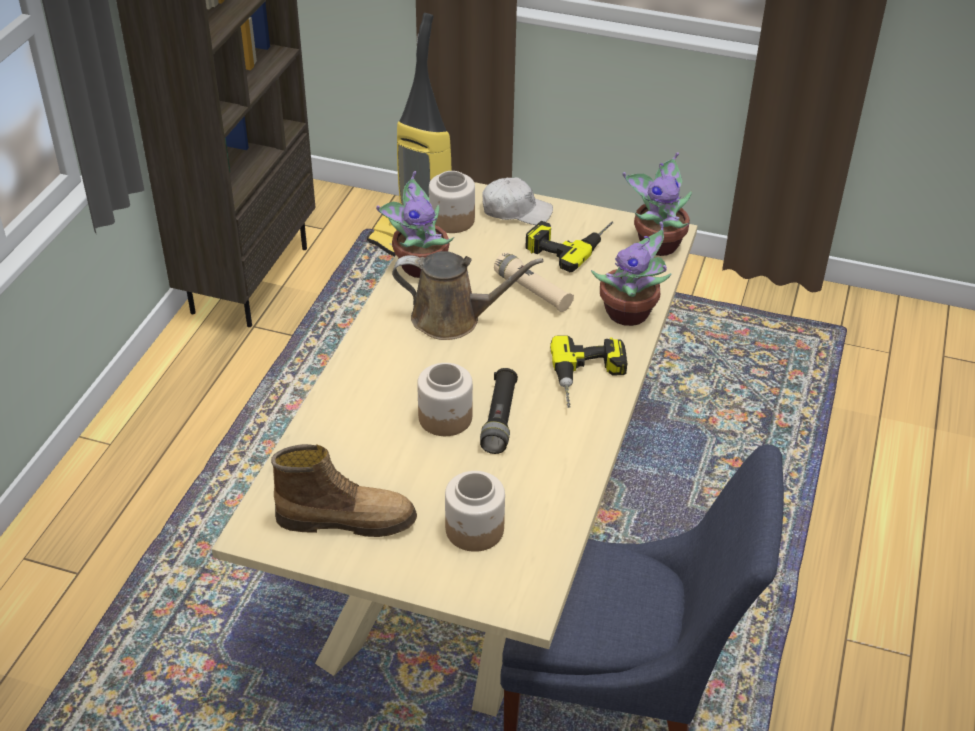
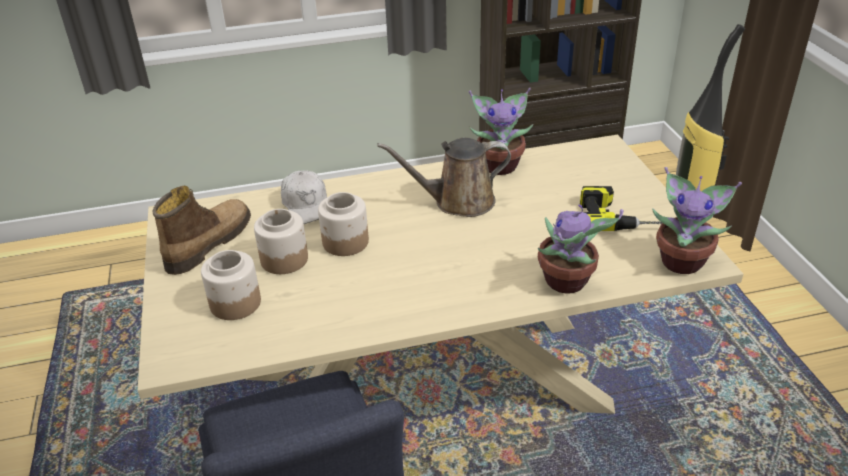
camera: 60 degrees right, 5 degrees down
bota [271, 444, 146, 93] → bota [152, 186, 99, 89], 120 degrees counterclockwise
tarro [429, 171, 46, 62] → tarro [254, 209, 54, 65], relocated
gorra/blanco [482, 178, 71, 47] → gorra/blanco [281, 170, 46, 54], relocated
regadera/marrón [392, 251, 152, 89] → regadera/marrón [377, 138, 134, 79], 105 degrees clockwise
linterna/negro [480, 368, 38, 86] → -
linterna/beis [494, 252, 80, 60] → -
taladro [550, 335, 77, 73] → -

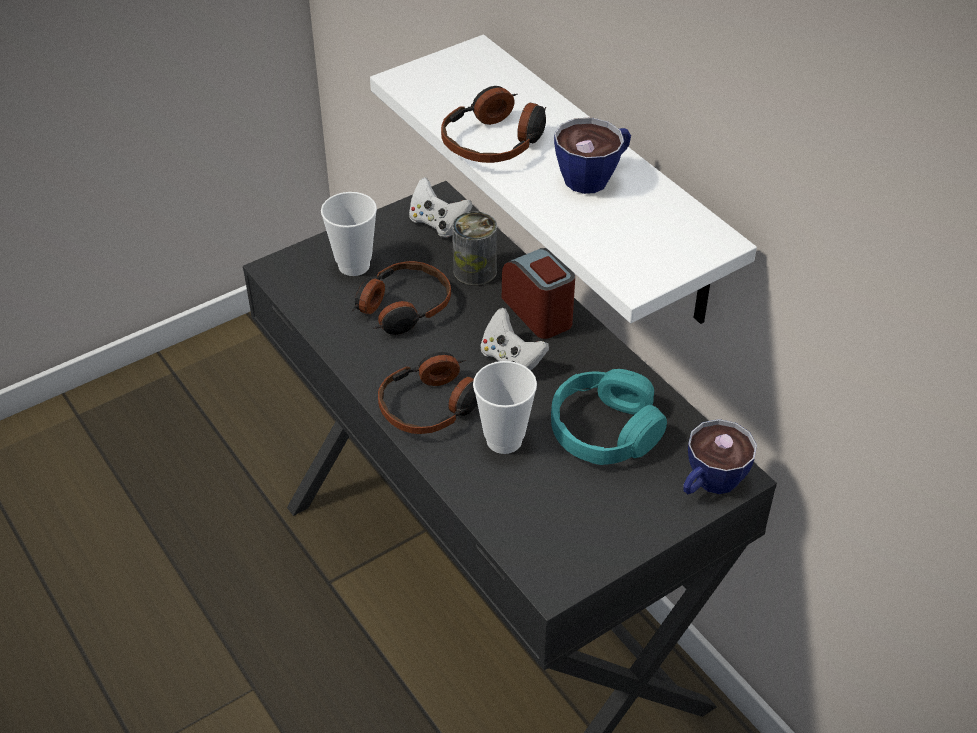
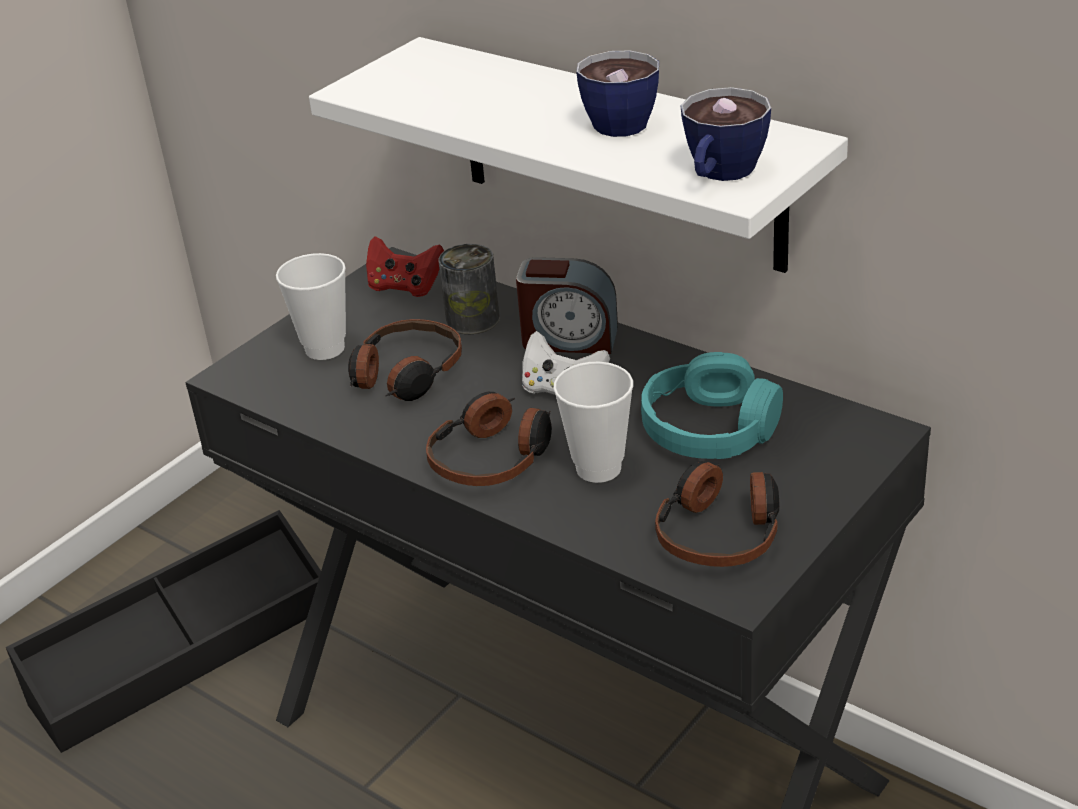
camera: 15 degrees left, 10 degrees down
- → caja de almacenaje/negro [6, 510, 315, 243]
mando de consola/blanco [409, 177, 64, 61] → mando de consola/rojo [366, 236, 78, 61]
despertador [502, 248, 73, 91] → despertador [516, 257, 102, 97], 150 degrees clockwise
auriculares [441, 86, 105, 77] → auriculares [655, 461, 124, 106], relocated
taza [684, 419, 73, 75] → taza [680, 87, 91, 94], relocated

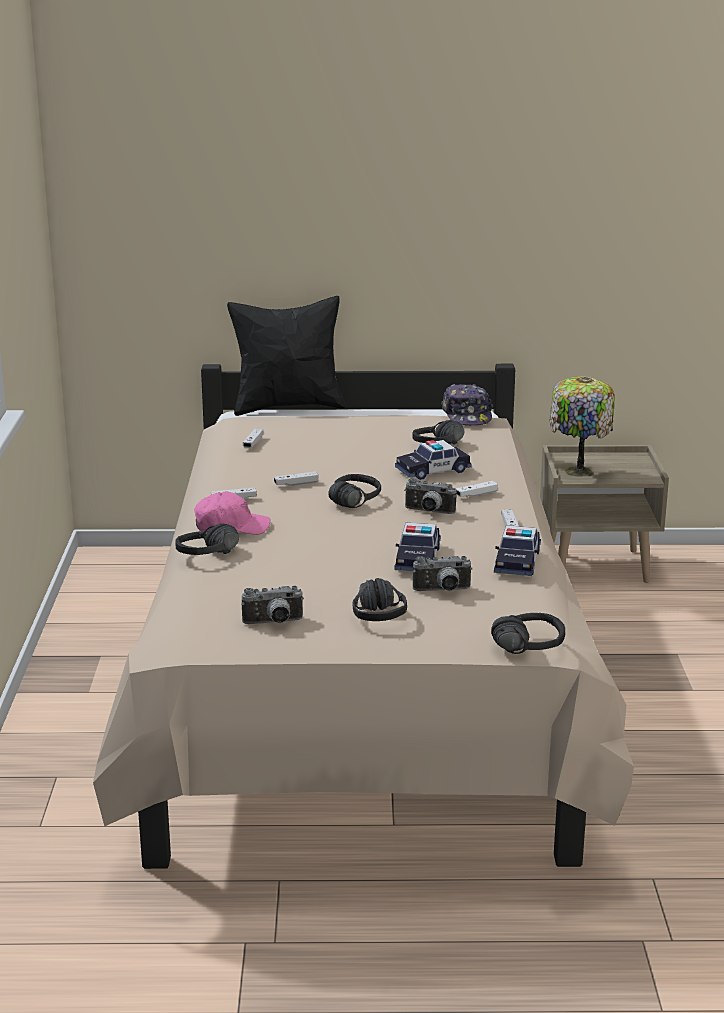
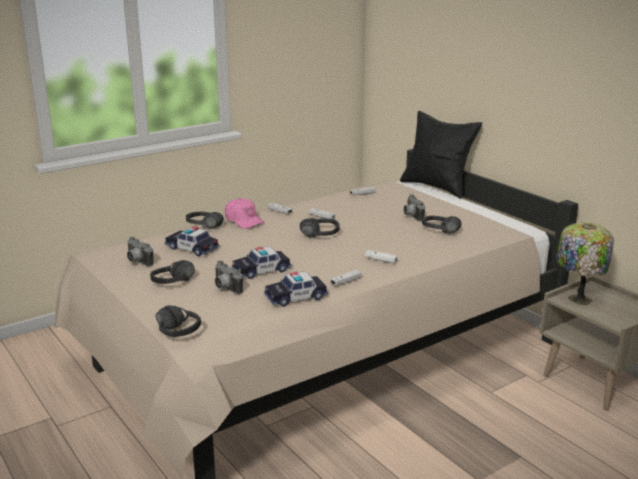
camera: 55 degrees right, 0 degrees up
coche de juguete [395, 440, 77, 40] → coche de juguete [165, 227, 54, 29], relocated
cámara [404, 478, 53, 36] → cámara [404, 194, 21, 28], relocated
gorra [442, 384, 51, 41] → -

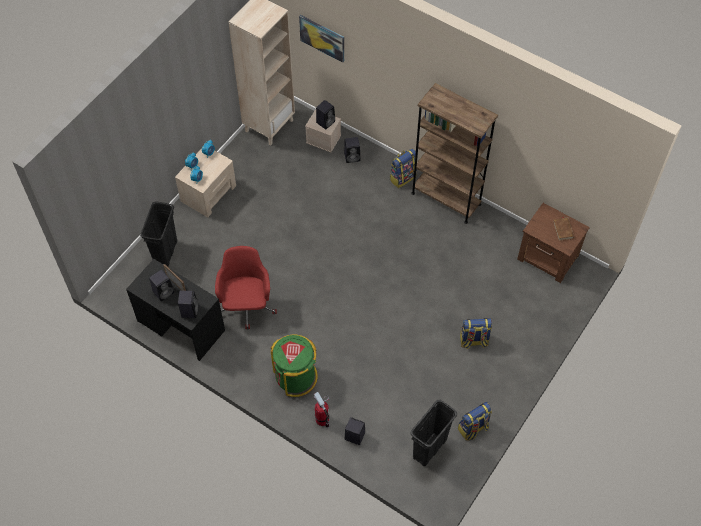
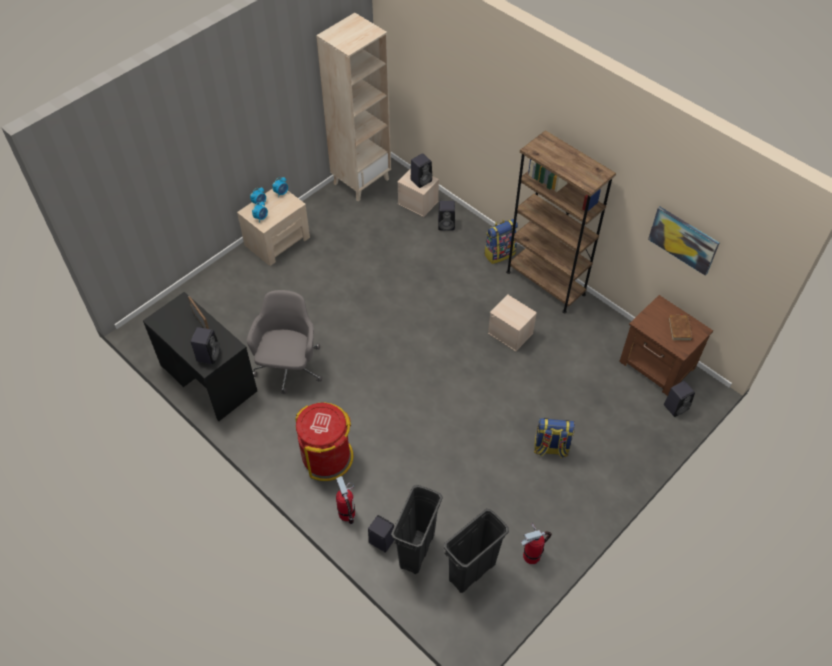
camera: 10 degrees right, 5 degrees down
silla de oficina/rojo [215, 246, 62, 83] → silla de oficina/gris [247, 290, 75, 104]
papelera/verde [271, 335, 47, 62] → papelera/rojo [296, 403, 57, 78]
papelera/negro [140, 201, 37, 66] → papelera/negro [391, 485, 52, 89], relocated
- → caja de almacenaje/beis [488, 295, 49, 57]
mochila [458, 402, 34, 39] → extintor [521, 523, 31, 41]
cuadro [299, 15, 45, 48] → cuadro [648, 206, 71, 70], relocated
altavoz/negro [149, 270, 25, 31] → altavoz/negro [664, 381, 31, 36], relocated

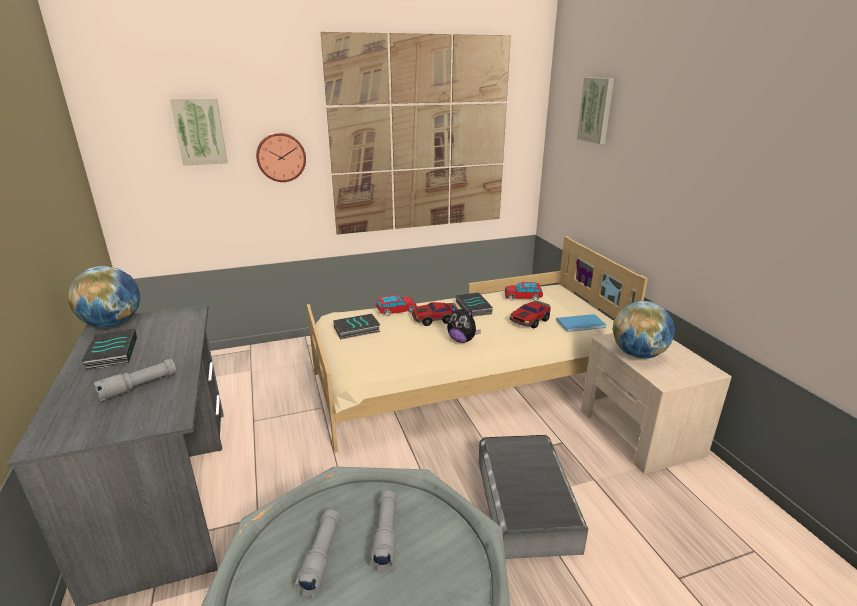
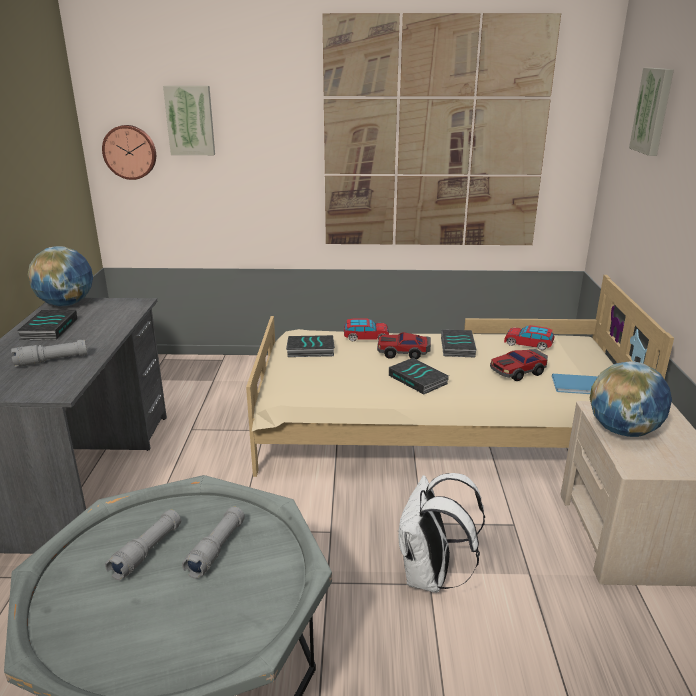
camera: 20 degrees right, 0 degrees up
reloj de pared [256, 132, 50, 50] → reloj de pared [102, 125, 54, 55], relocated
peluche [447, 306, 34, 37] → libro [389, 358, 60, 36]
caja de almacenaje/gris [478, 435, 110, 124] → mochila/blanco [397, 473, 88, 120]

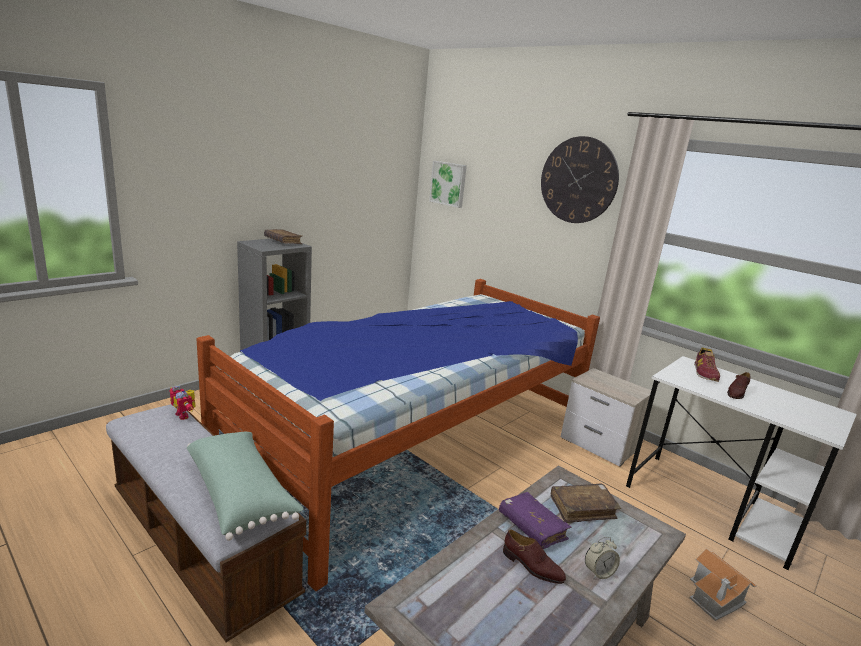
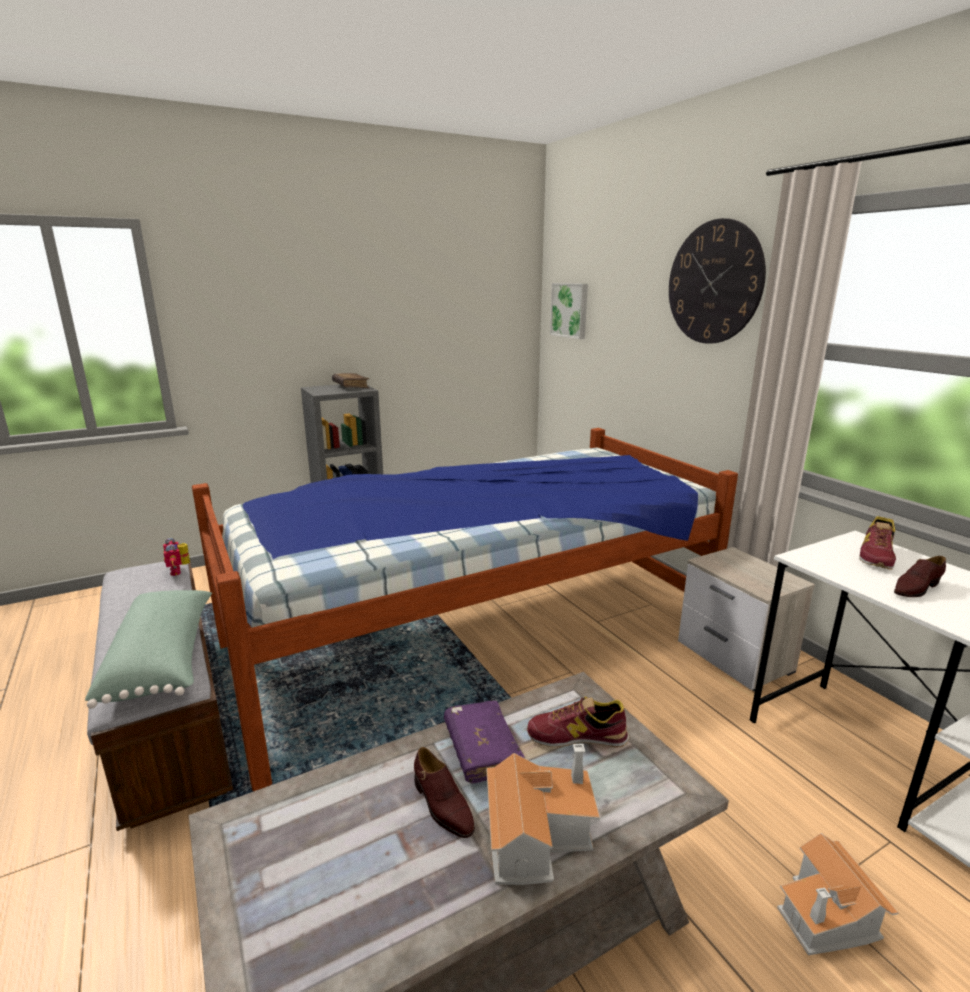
camera: 20 degrees right, 0 degrees up
despertador [585, 537, 35, 42] → casita [486, 744, 114, 141]
libro/marrón [550, 484, 71, 39] → zapato [527, 696, 102, 51]

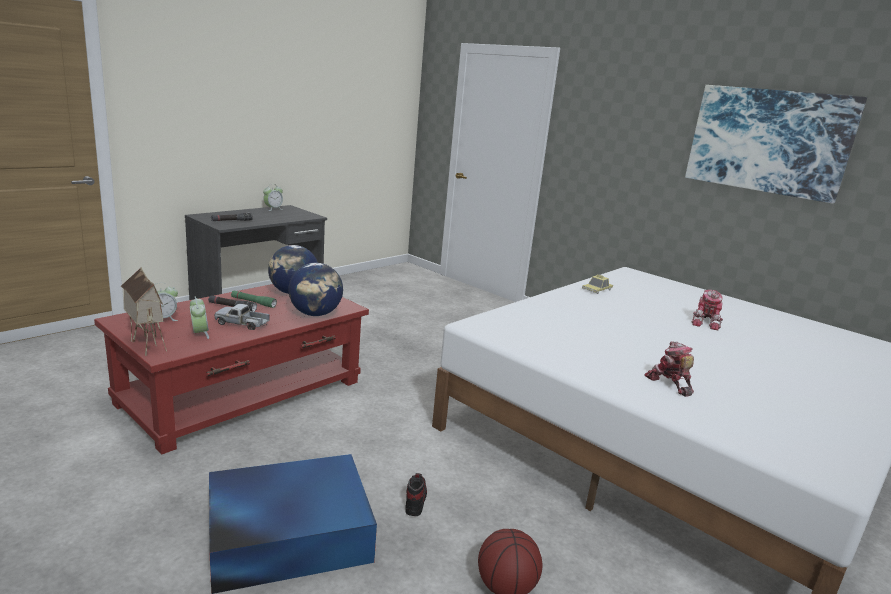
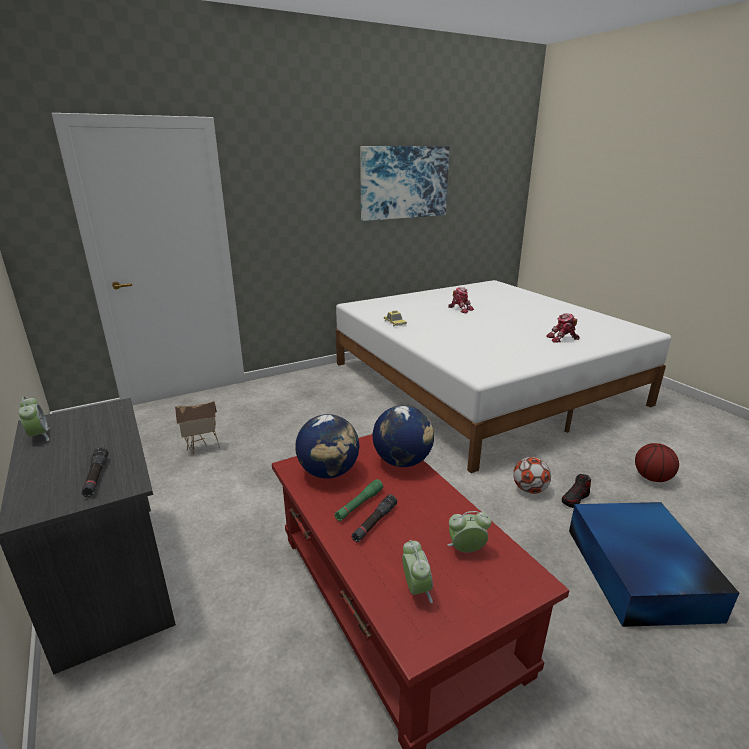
camera: 70 degrees left, 5 degrees up
casita [121, 267, 46, 89] → casita [175, 401, 45, 53], relocated
- → balón de fútbol [513, 457, 38, 37]
zapato [405, 473, 22, 43] → zapato [562, 474, 29, 34], 60 degrees counterclockwise
camión de juguete [214, 304, 56, 26] → -

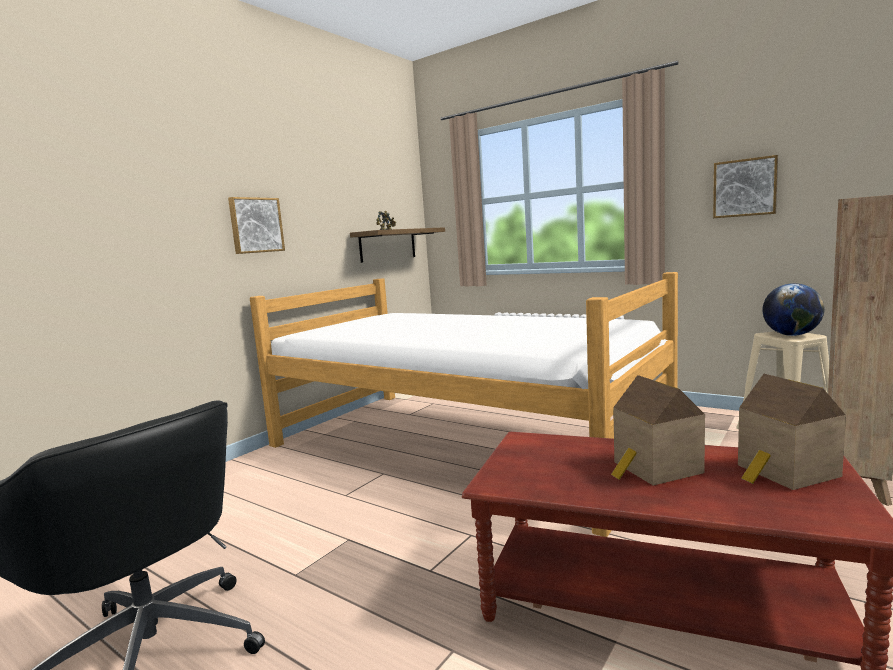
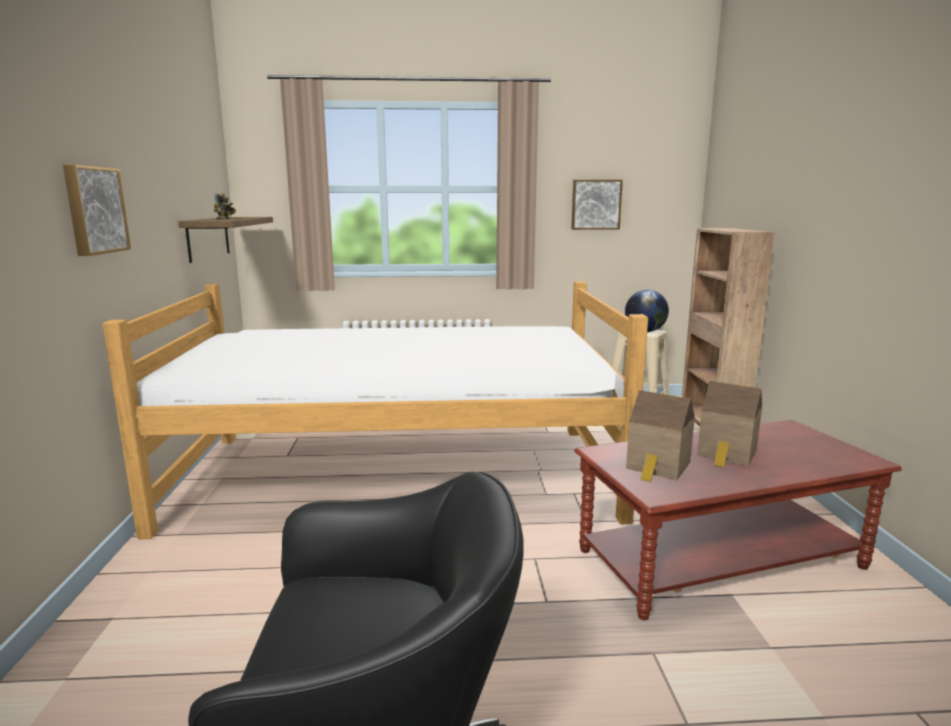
camera: 40 degrees left, 5 degrees up
casita [738, 374, 108, 116] → casita [626, 390, 69, 92], relocated

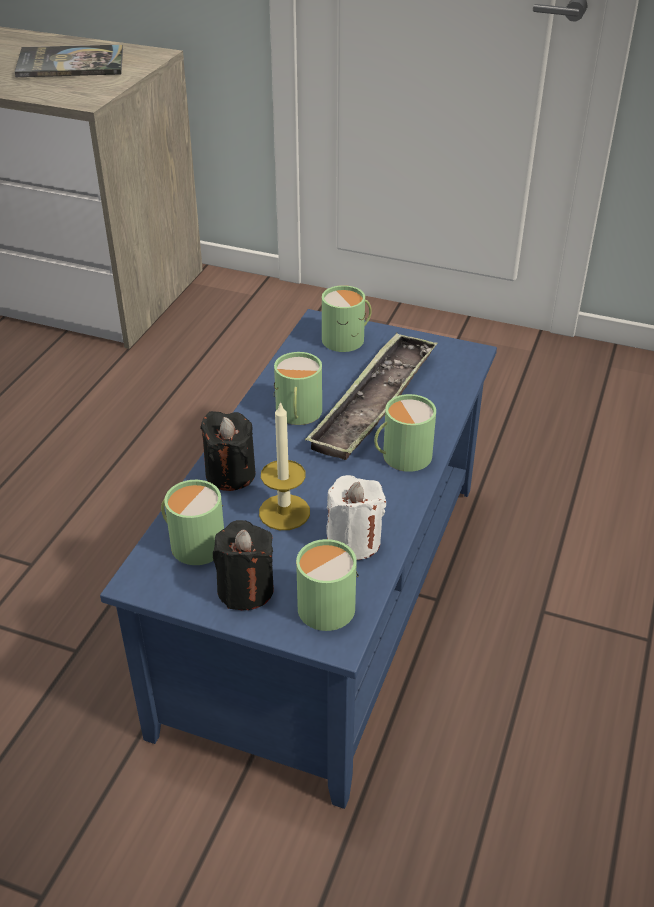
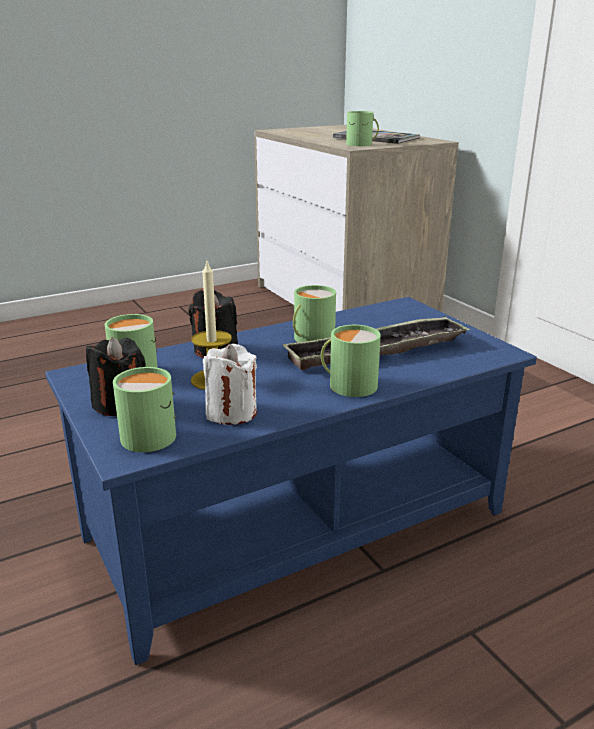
camera: 40 degrees right, 15 degrees down
taza grande/verde [322, 285, 50, 67] → taza grande/verde [346, 111, 33, 35], relocated

